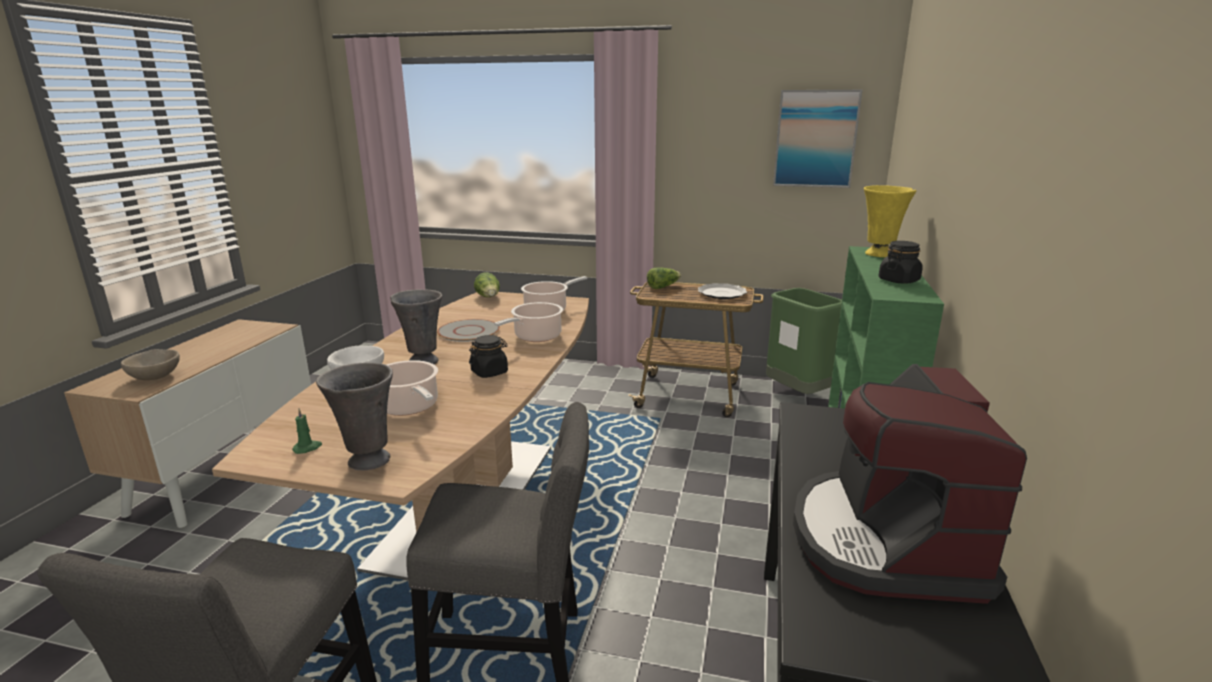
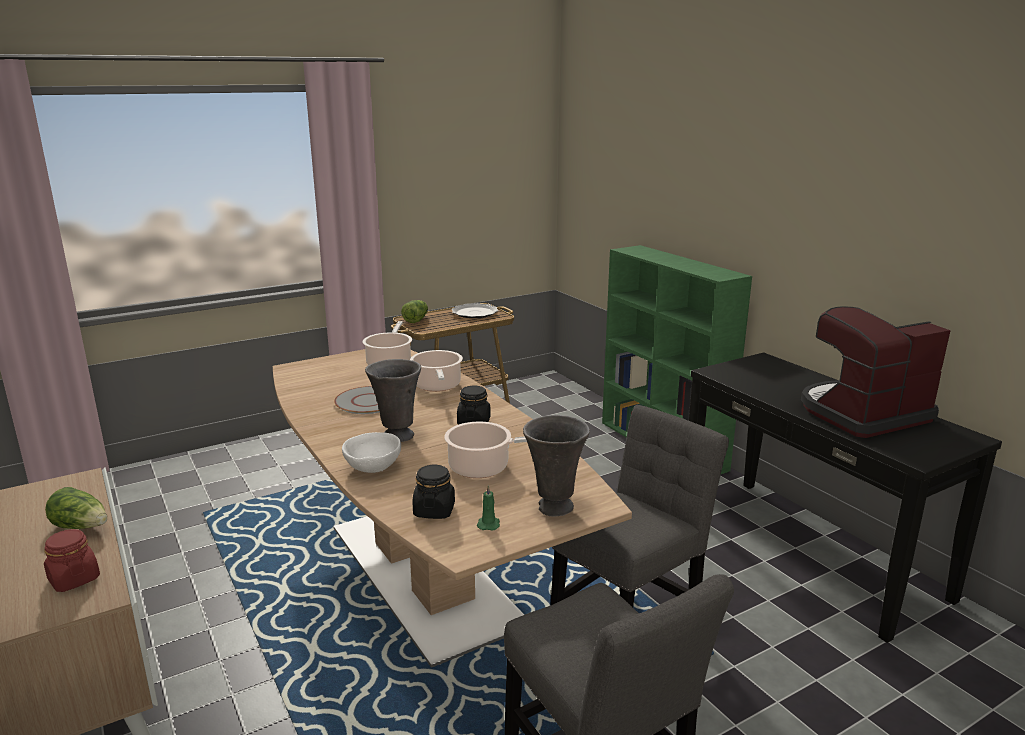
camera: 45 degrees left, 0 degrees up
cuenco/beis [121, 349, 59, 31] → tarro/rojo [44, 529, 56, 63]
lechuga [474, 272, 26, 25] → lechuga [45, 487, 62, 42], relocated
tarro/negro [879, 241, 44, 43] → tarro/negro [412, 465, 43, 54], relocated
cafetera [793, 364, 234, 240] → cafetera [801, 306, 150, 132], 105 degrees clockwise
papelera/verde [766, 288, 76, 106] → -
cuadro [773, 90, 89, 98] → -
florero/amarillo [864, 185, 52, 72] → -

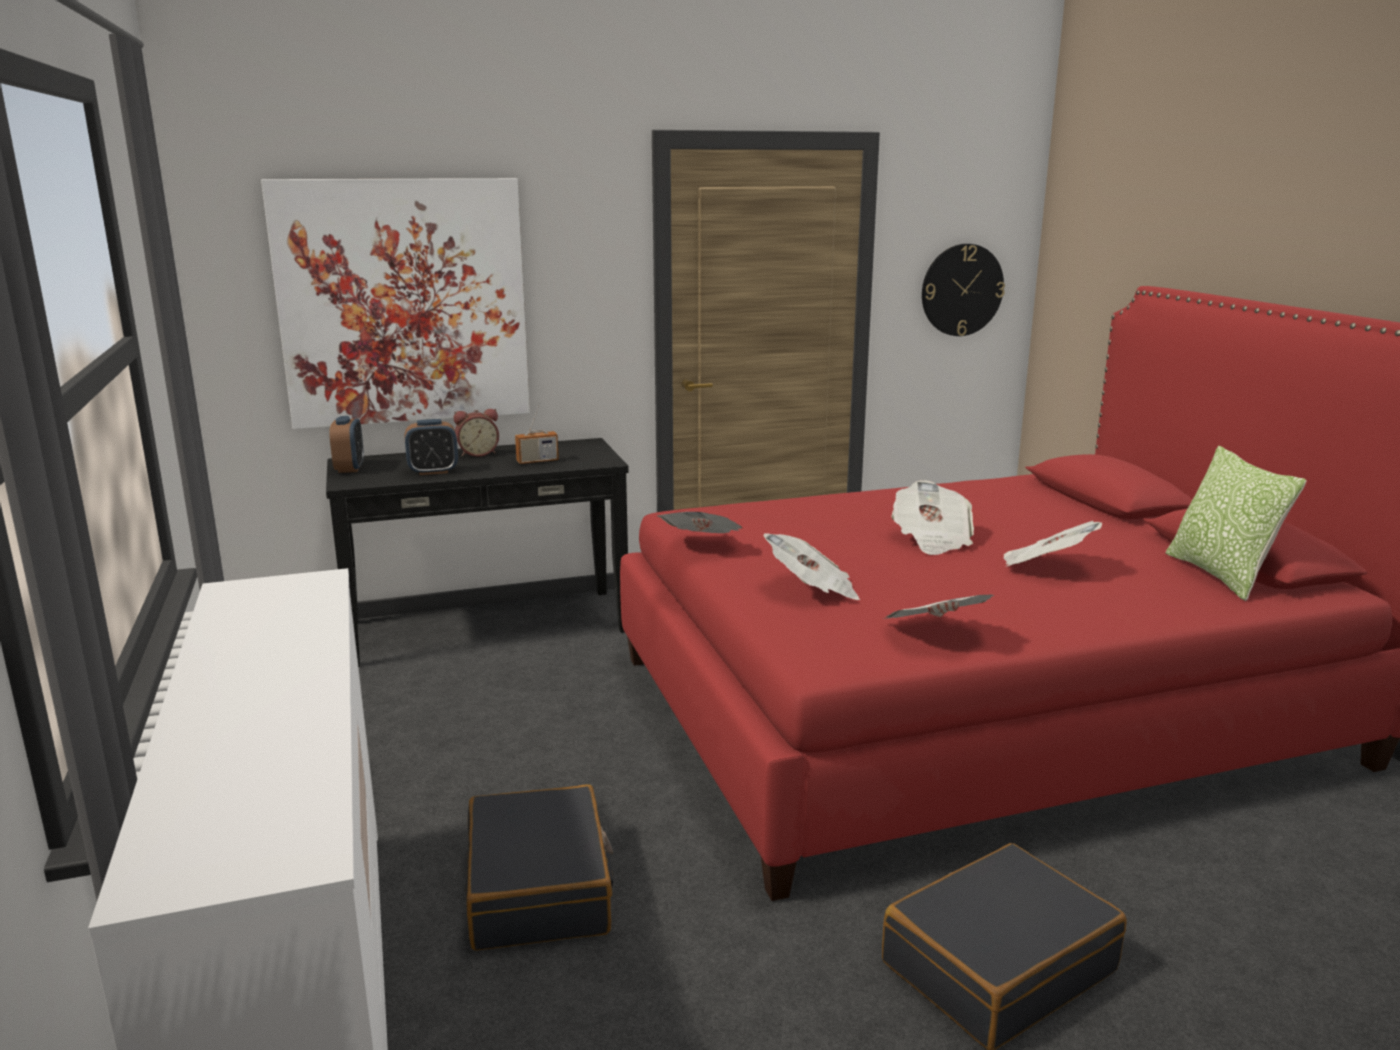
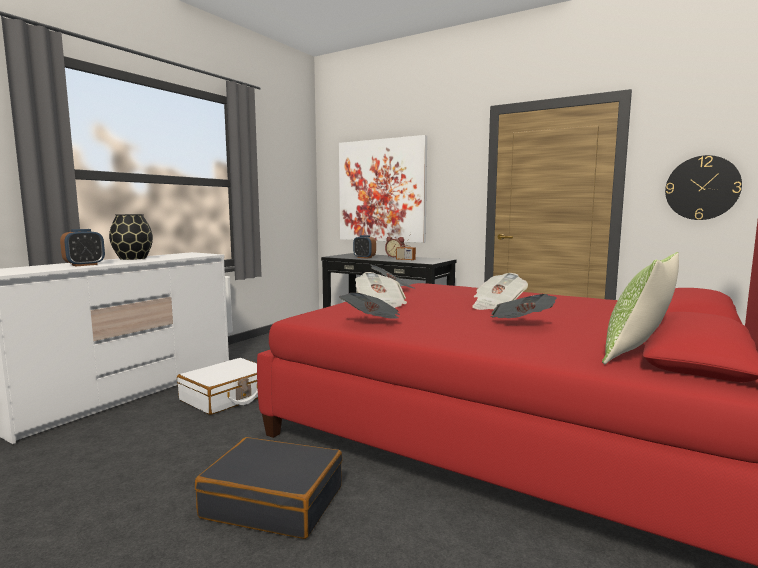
camera: 50 degrees right, 10 degrees down
despertador [329, 416, 35, 57] → despertador [60, 229, 45, 37], relocated
- → florero/negro [109, 214, 44, 46]
maleta/negro [465, 784, 148, 167] → maleta/blanco [177, 358, 81, 57]

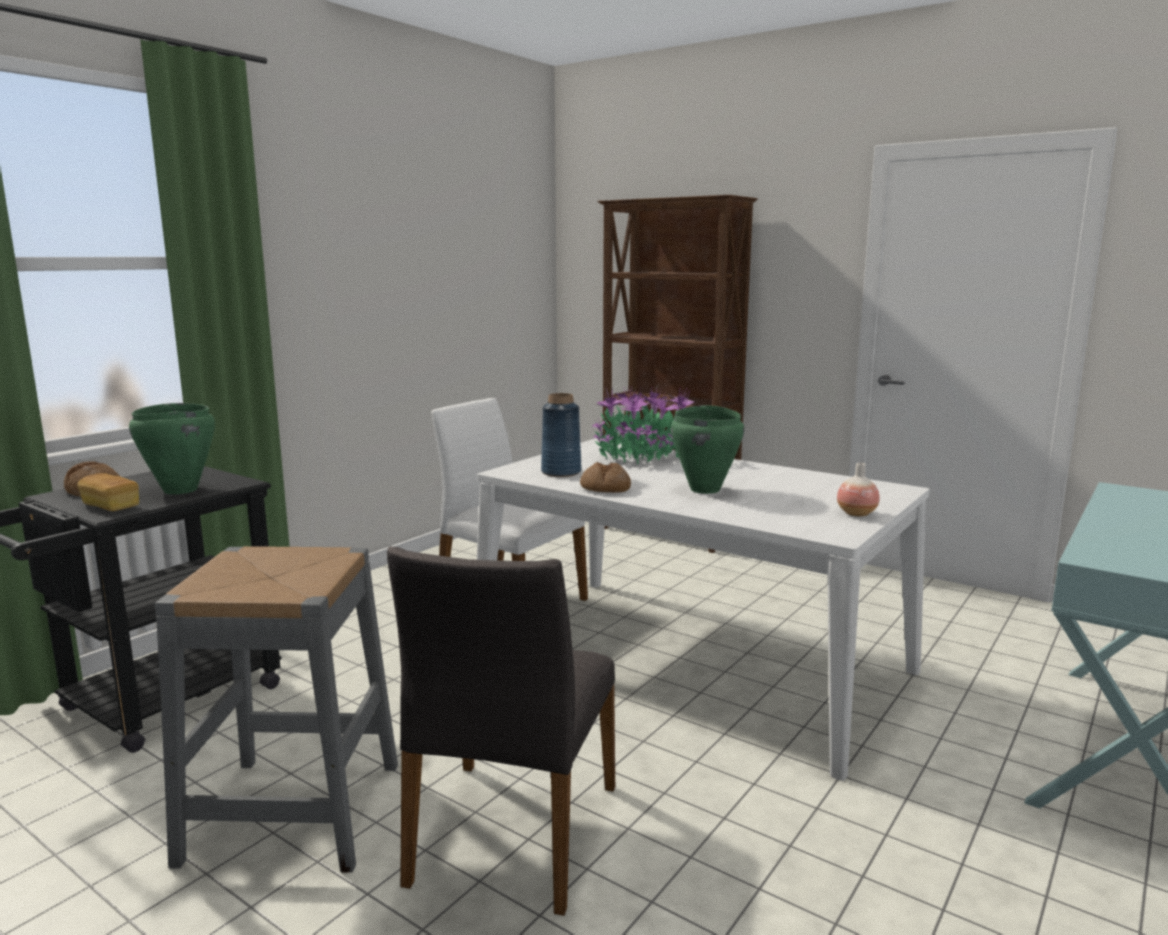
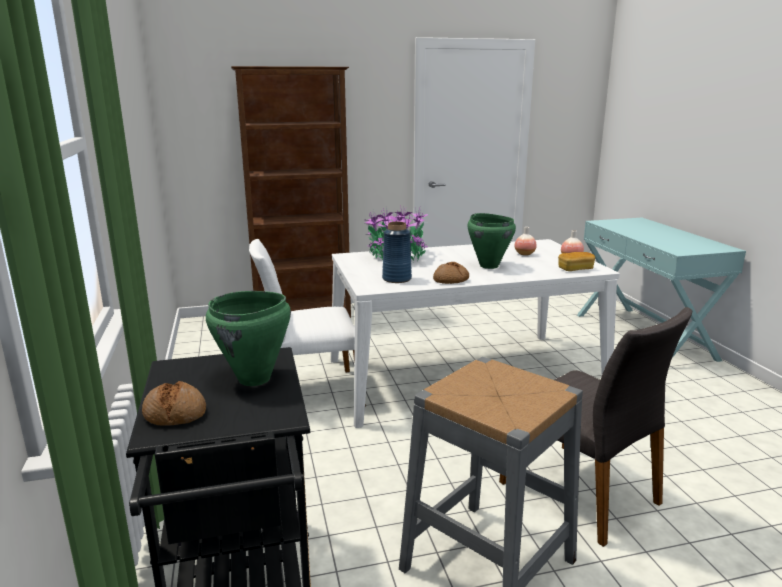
camera: 50 degrees left, 5 degrees up
- → florero [515, 227, 22, 29]
pan [77, 473, 62, 38] → pan [558, 252, 37, 19], relocated

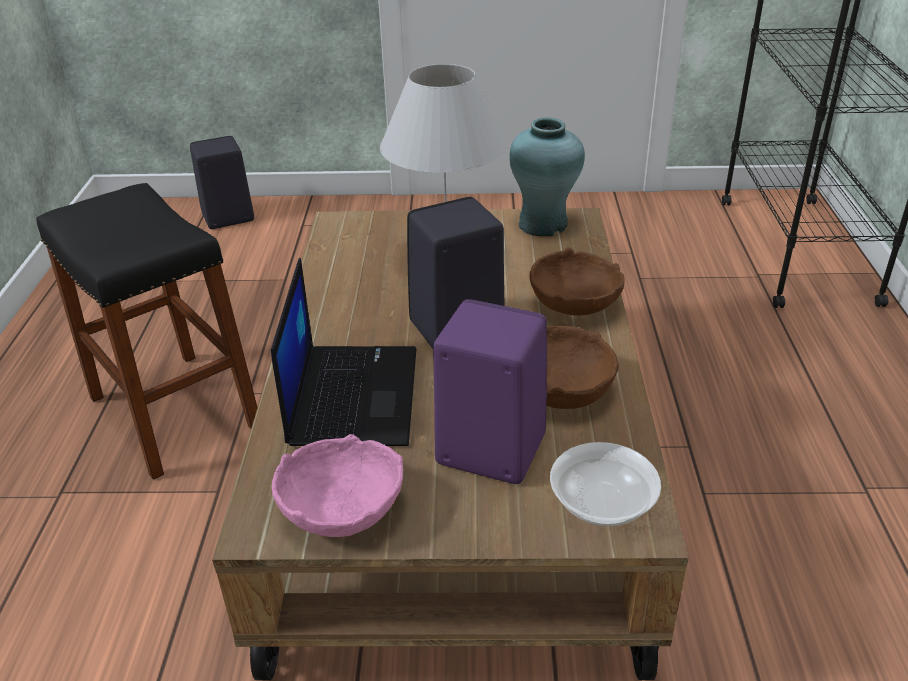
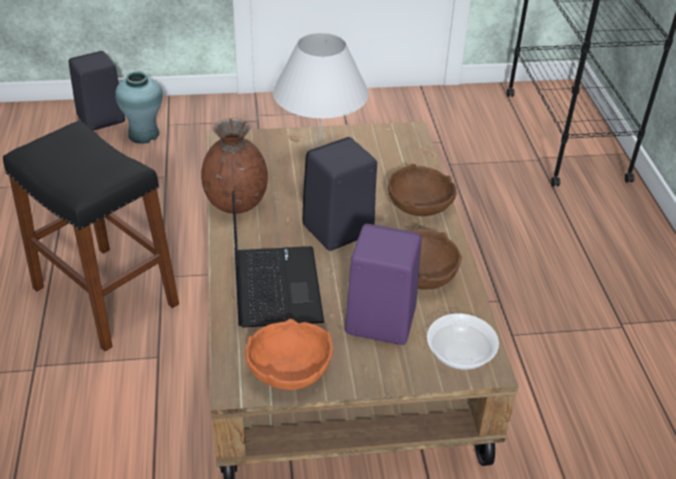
camera: 10 degrees left, 5 degrees up
florero/turquesa [509, 117, 76, 119] → florero/turquesa [115, 71, 48, 73], relocated
- → florero/marrón [201, 118, 67, 96]
cuenco/rosa [272, 434, 131, 103] → cuenco/naranja [245, 319, 88, 71]

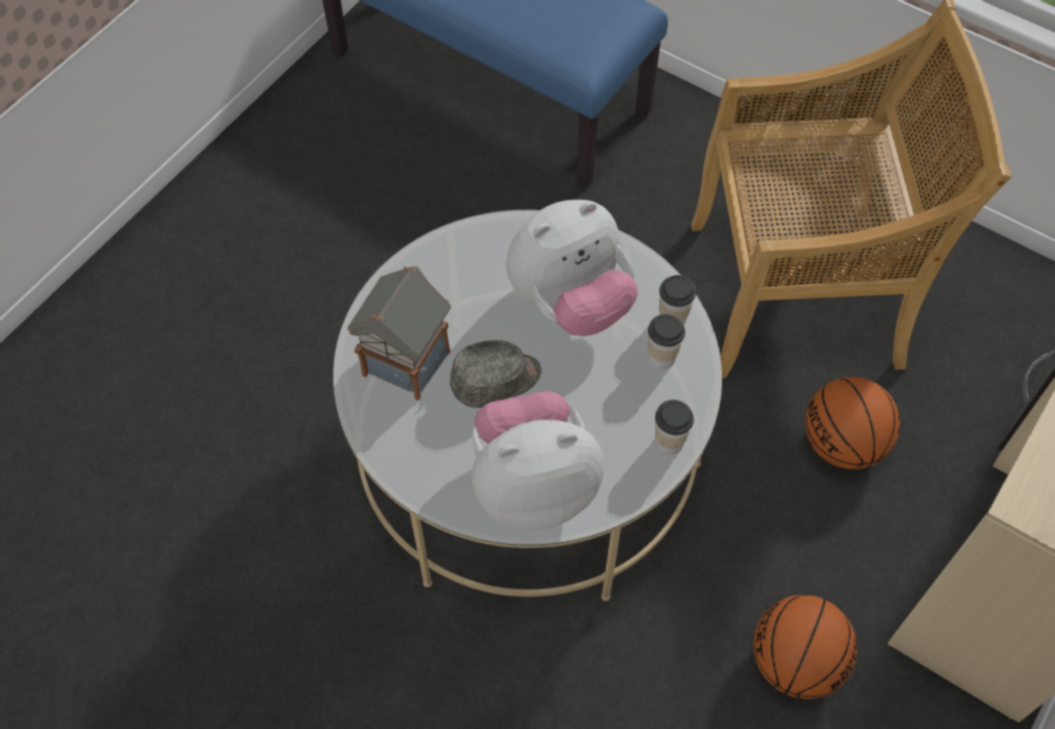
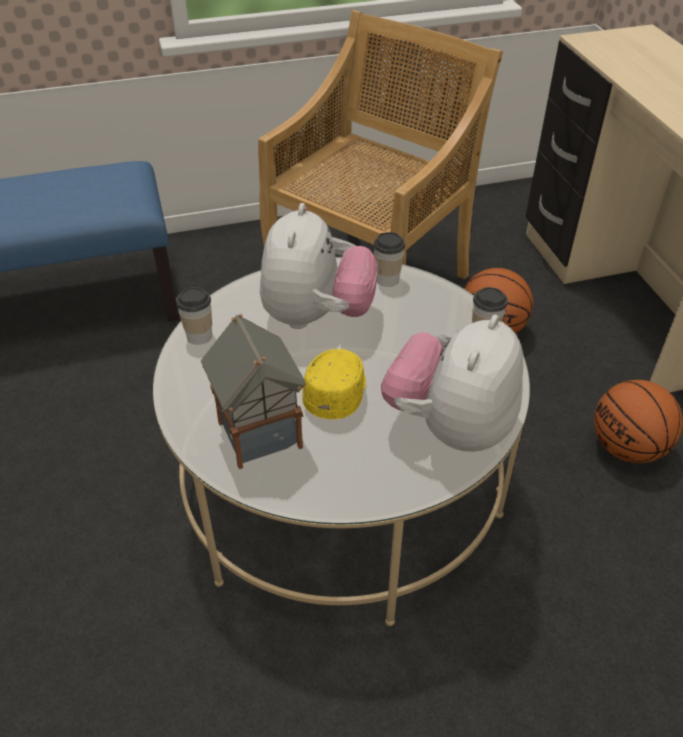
camera: 50 degrees left, 15 degrees down
taza [648, 314, 37, 55] → taza [176, 287, 36, 58], relocated
gorra/gris [450, 340, 92, 68] → gorra/amarillo [302, 349, 64, 70]

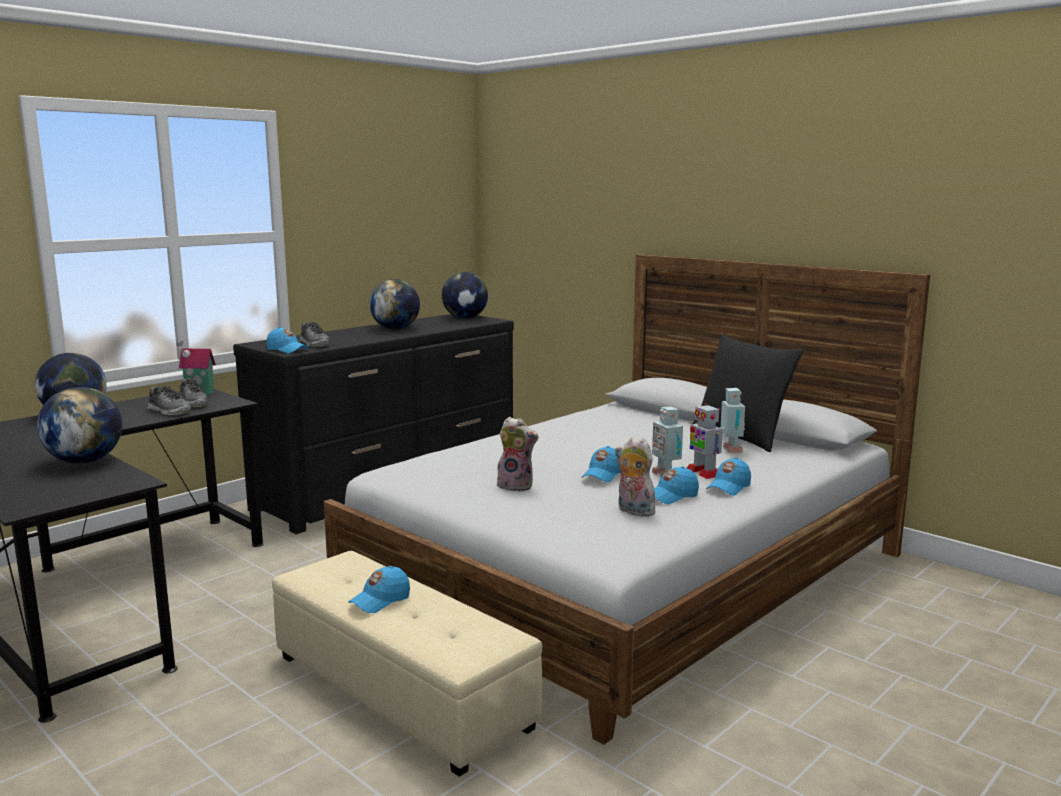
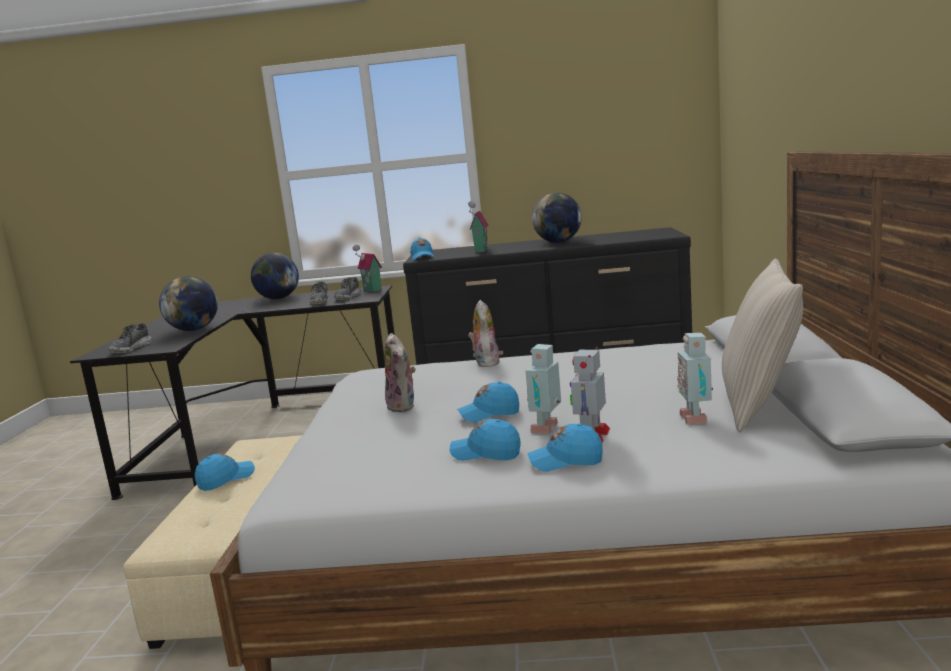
camera: 50 degrees right, 0 degrees up
zapato [300, 322, 30, 25] → zapato [108, 323, 43, 30], relocated
gorra/azul [348, 566, 62, 47] → gorra/azul [195, 453, 60, 38], 135 degrees clockwise
- → casita [468, 201, 21, 52]
peluche [615, 437, 40, 79] → peluche [468, 300, 32, 67], relocated
robot de juguete [720, 388, 25, 65] → robot de juguete [677, 333, 36, 92], 135 degrees clockwise
cojín/negro [692, 334, 111, 118] → cojín/beis [722, 259, 81, 173]
globo terráqueo [442, 272, 46, 47] → -

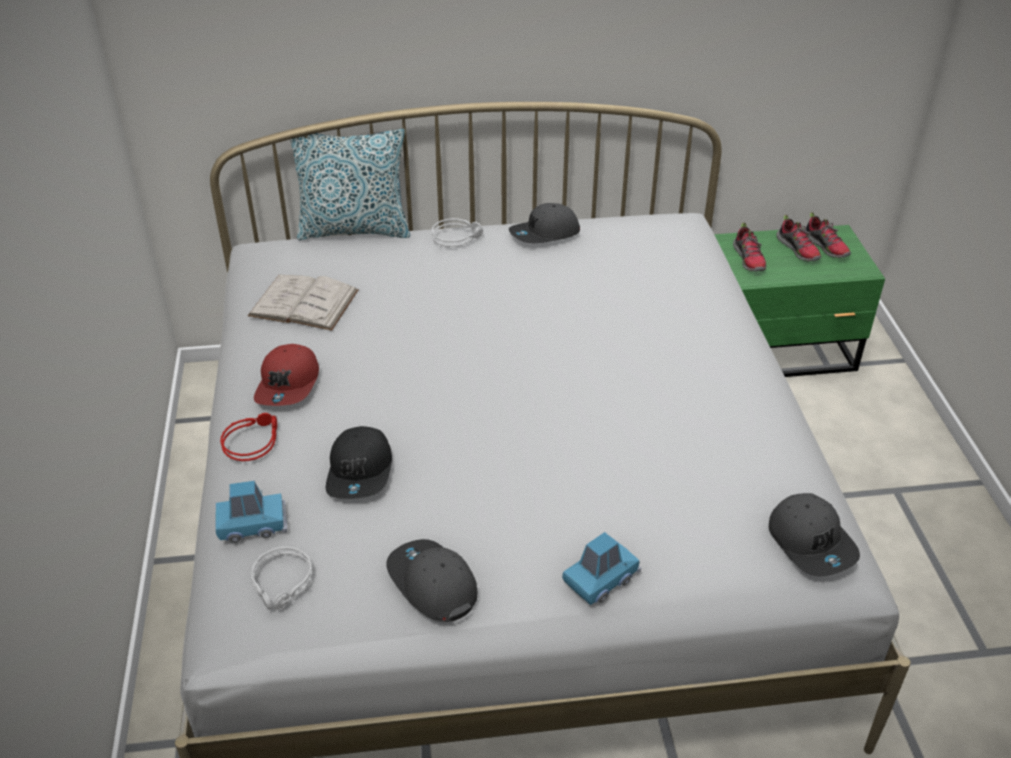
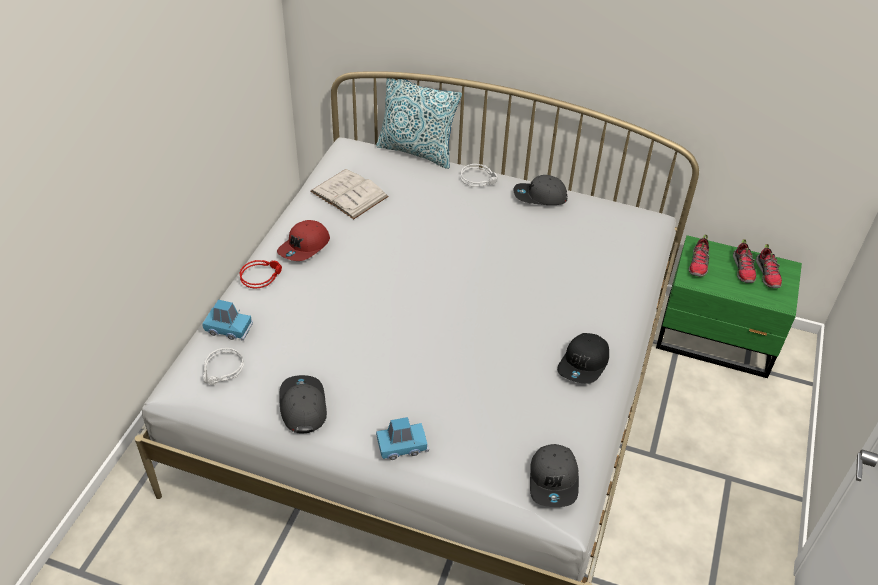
camera: 25 degrees right, 5 degrees up
gorra/negro [325, 426, 67, 73] → gorra/negro [557, 333, 52, 51], relocated

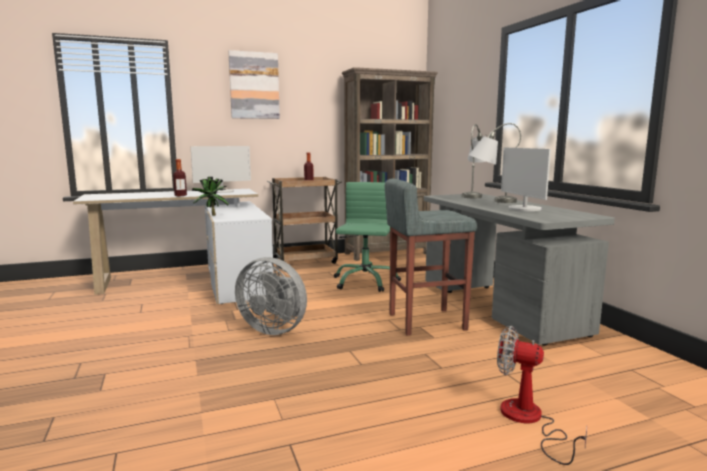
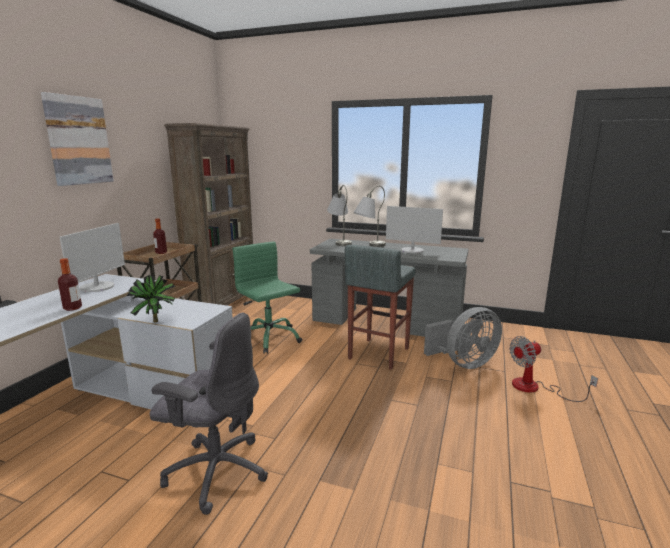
camera: 50 degrees left, 5 degrees up
- → silla de oficina/gris [150, 313, 118, 202]
ventilador/gris [235, 257, 72, 78] → ventilador/gris [424, 307, 78, 62], relocated

